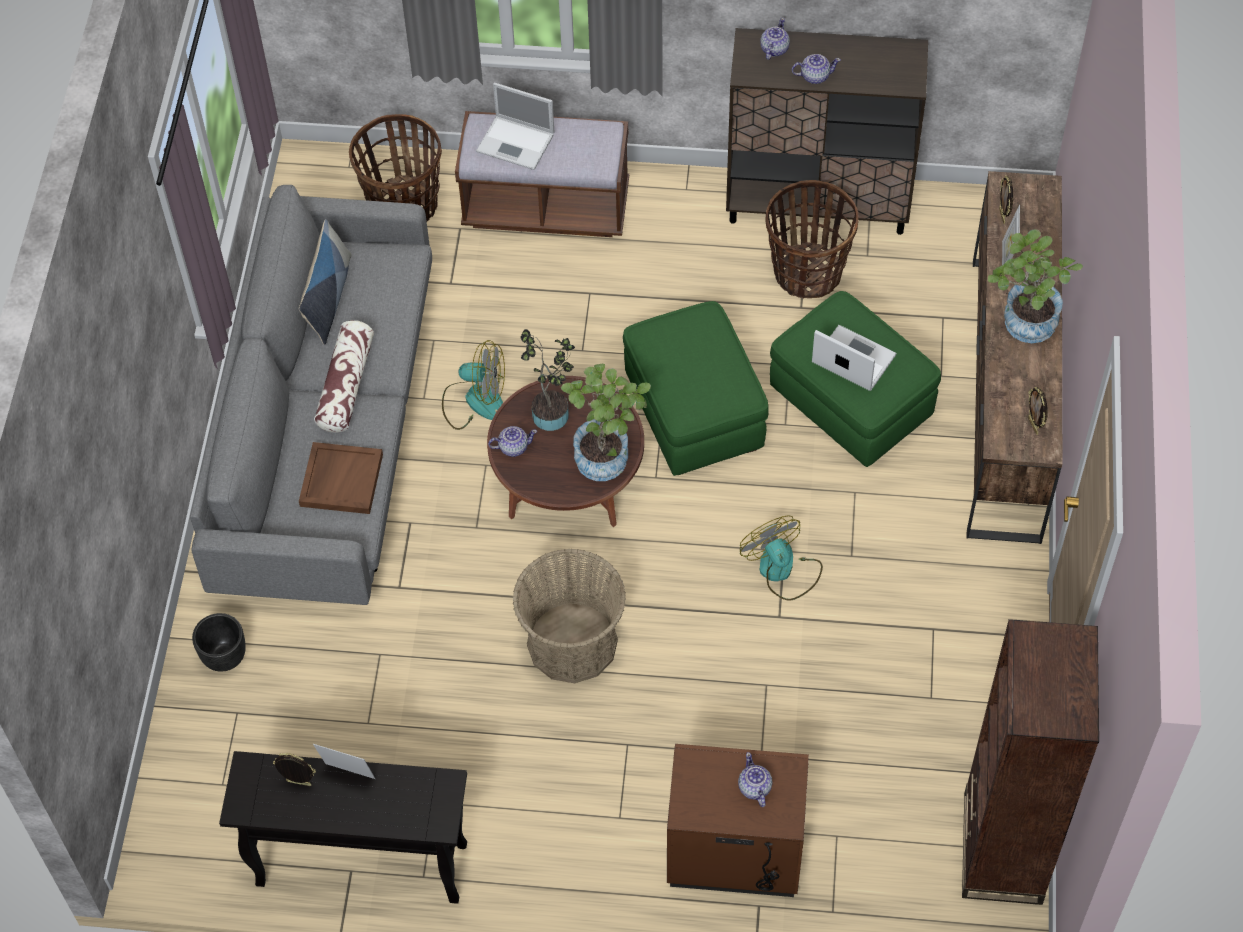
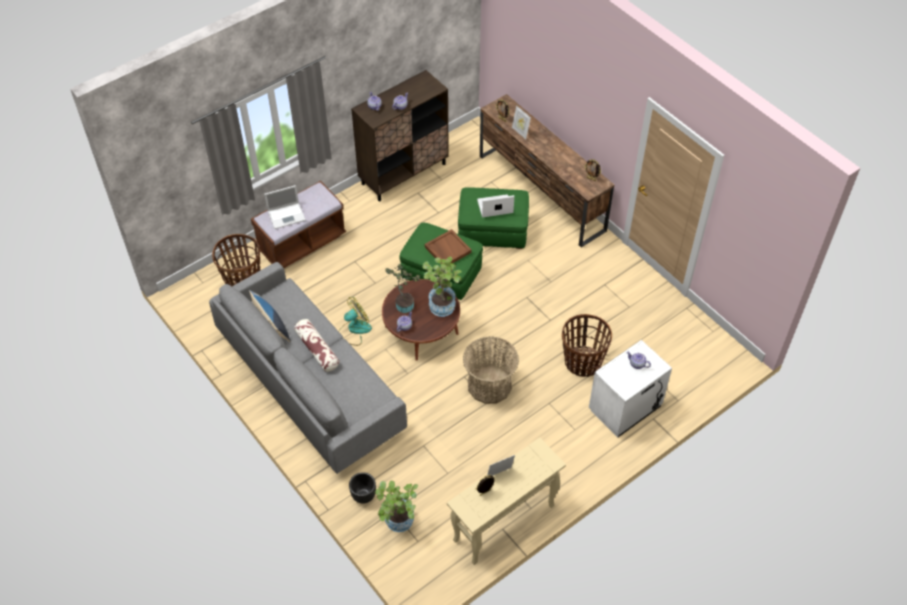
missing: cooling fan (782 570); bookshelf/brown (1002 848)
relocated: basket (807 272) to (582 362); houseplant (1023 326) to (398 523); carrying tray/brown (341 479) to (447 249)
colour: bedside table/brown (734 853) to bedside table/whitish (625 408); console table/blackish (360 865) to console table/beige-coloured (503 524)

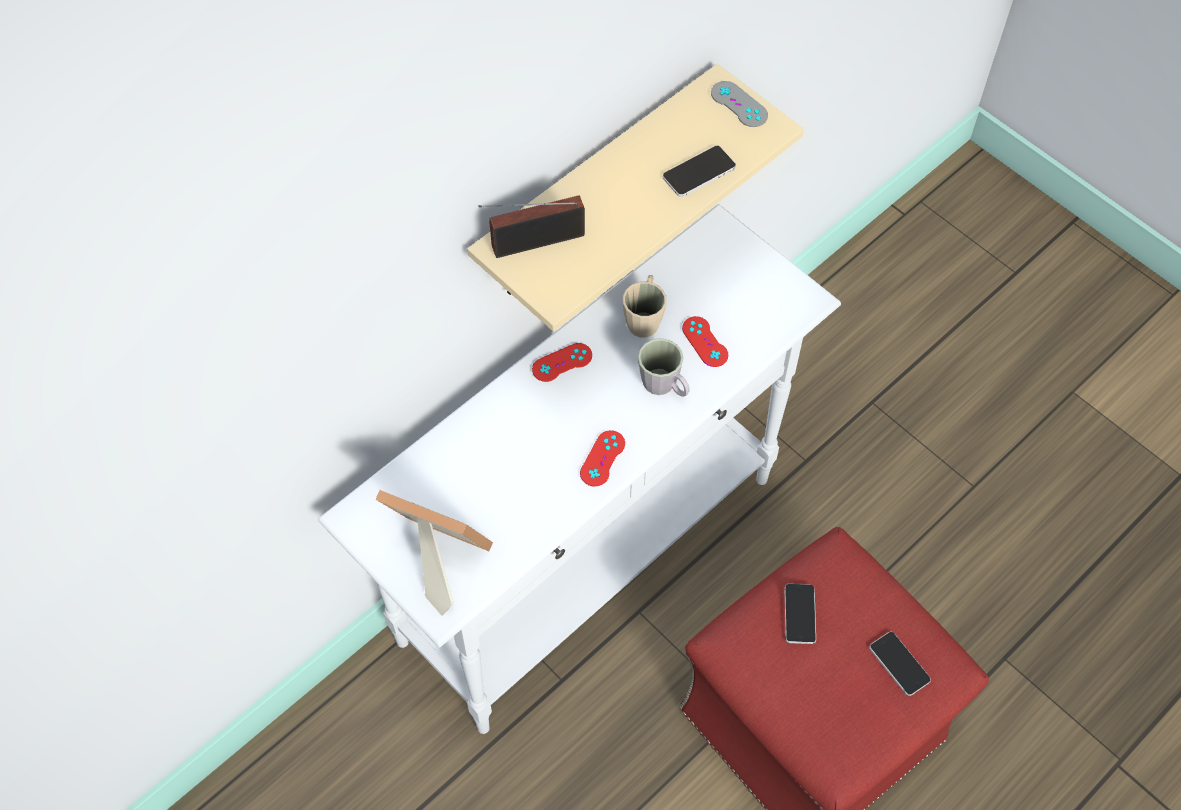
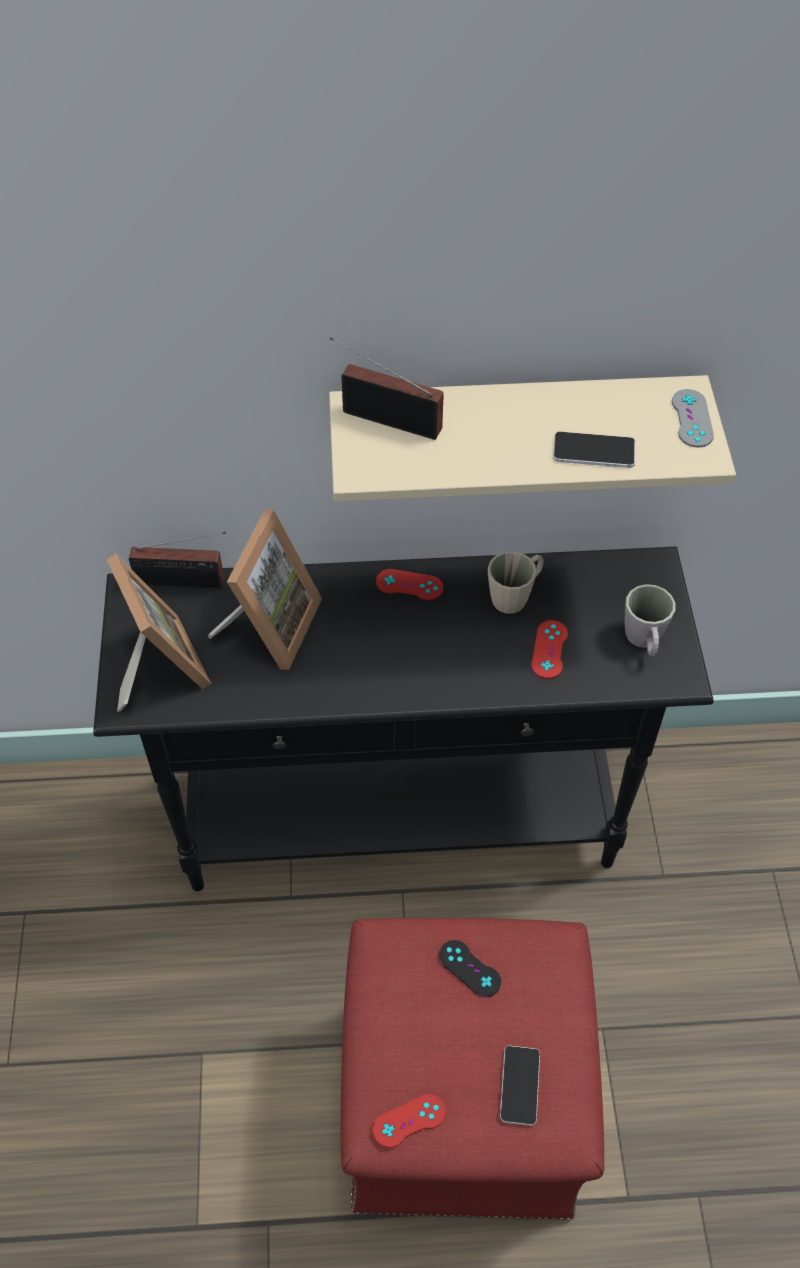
appeared: photo frame (269 625); radio set (185 583)
relocated: coffee mug/grey (664 386) to (644 641); gamepad/red-coloured (602 458) to (409 1120)
exchanged: handset (799 614) to gamepad/blackish (469 968)
colour: console table/whitish (589 559) to console table/blackish (401 819)

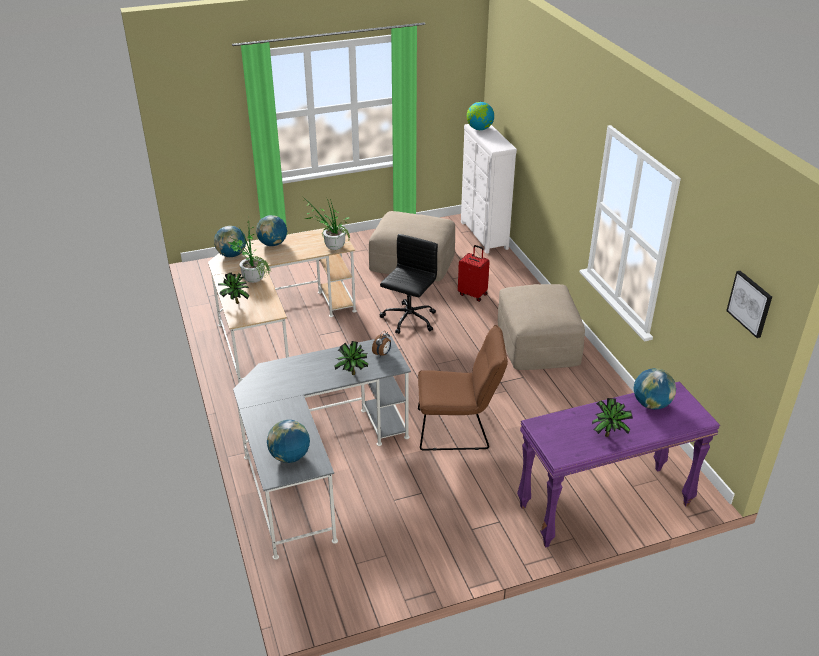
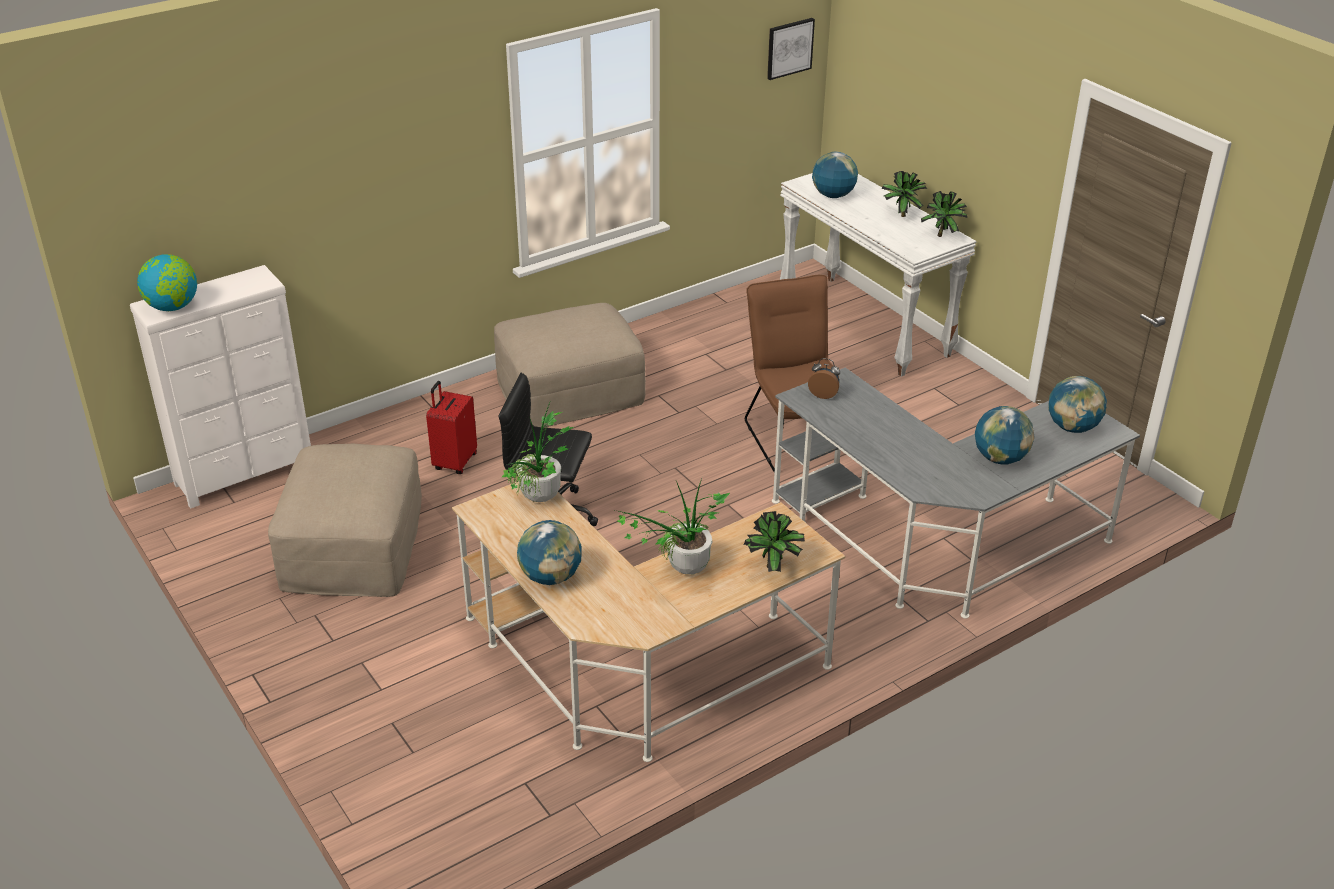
relocated: world globe (232 255) to (1000 458); houseplant (352 375) to (943 236)
colour: console table/purple-coloured (604 507) to console table/whitish (865 325)

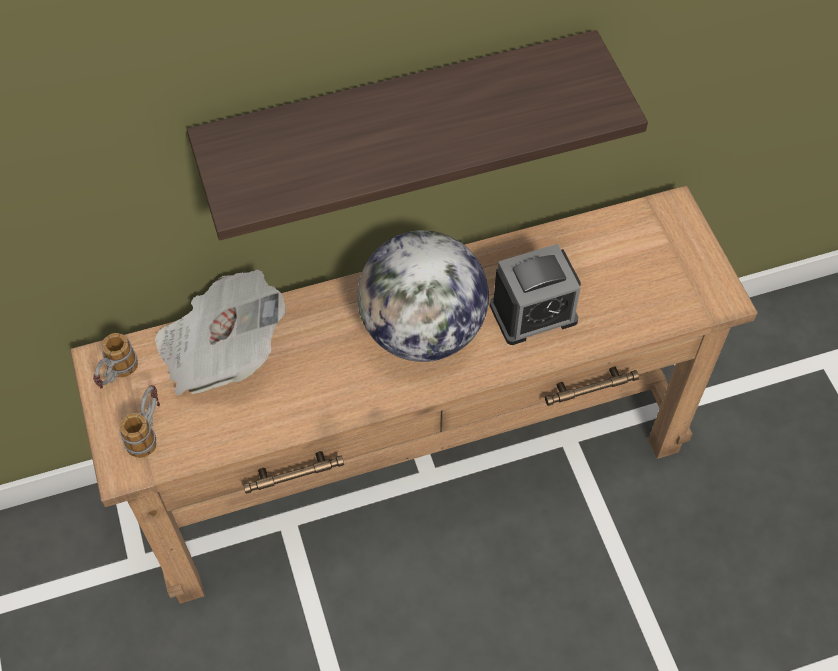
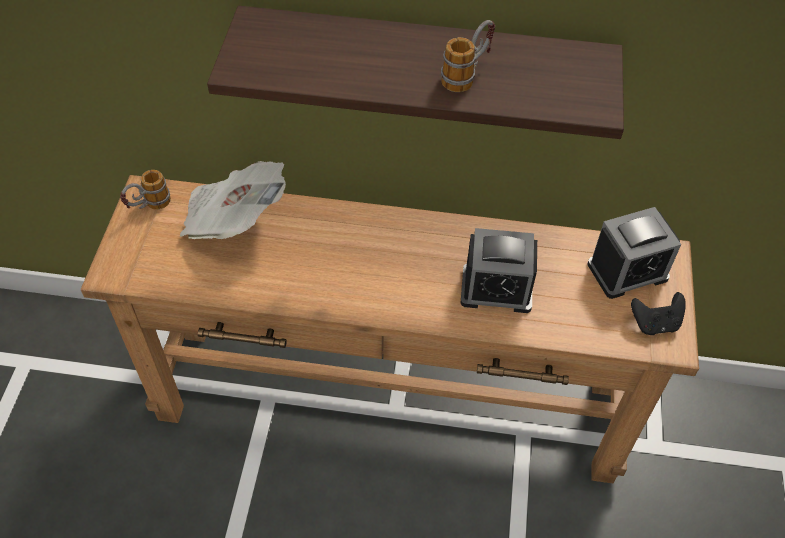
missing: world globe (423 331)
appeared: table clock (627 271); gamepad/blackish (655 323)
relocated: coffee mug (148 432) to (467 74)

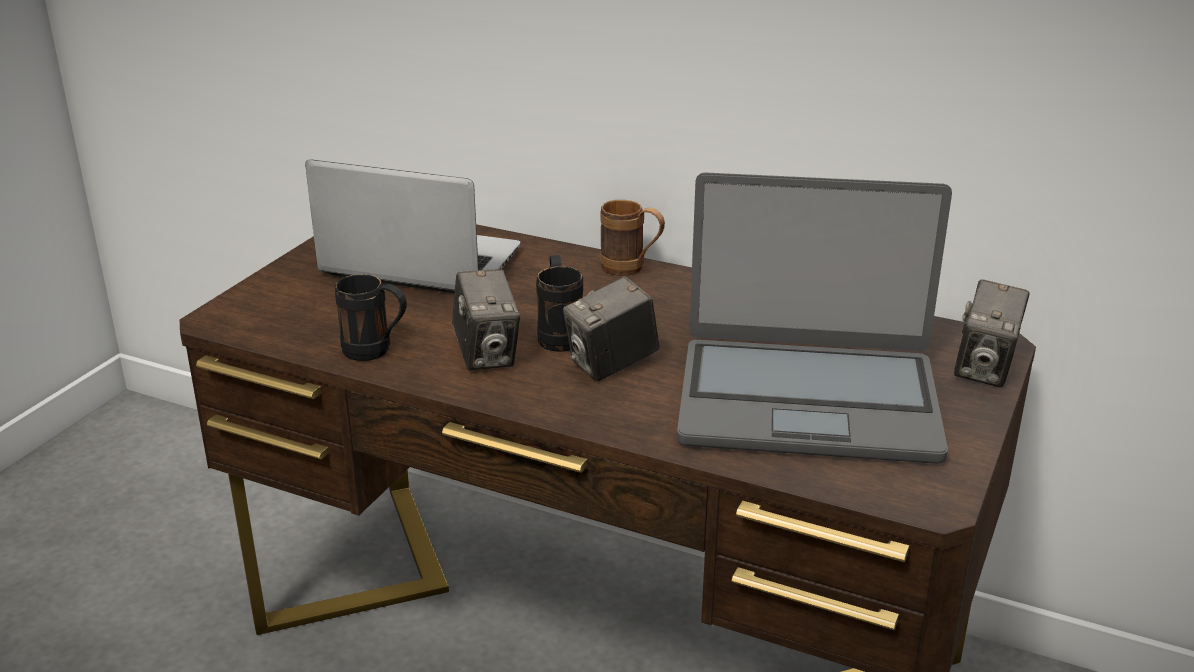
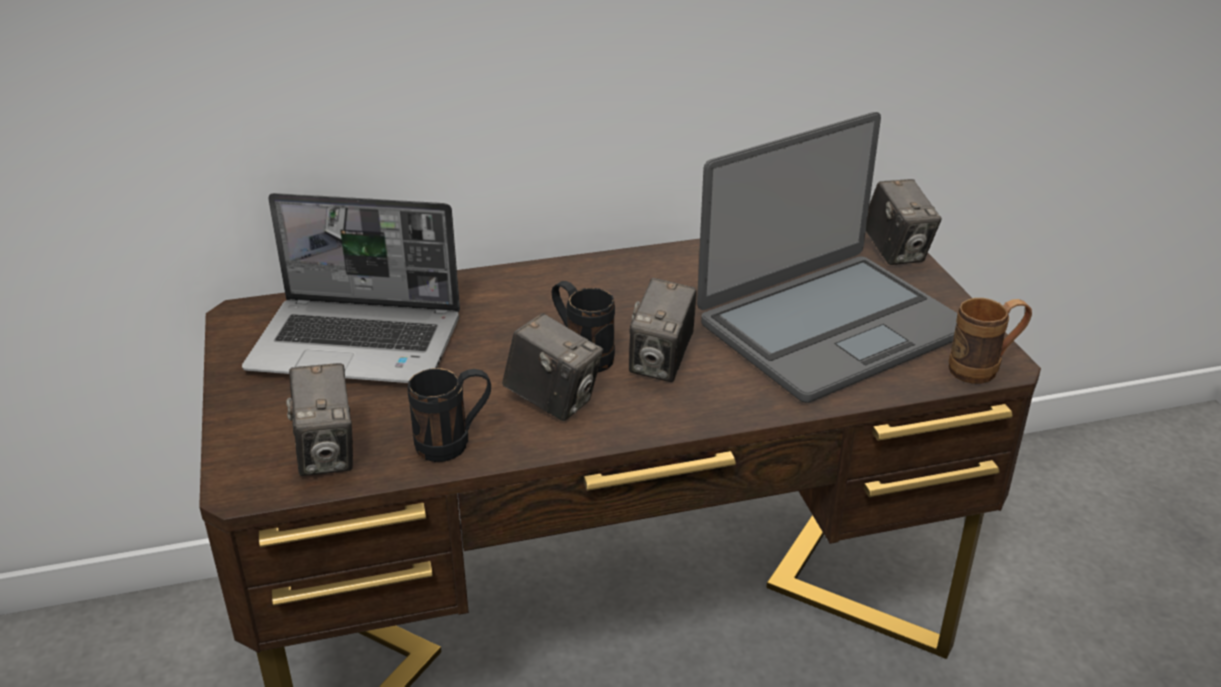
appeared: still camera (327 454)
relocated: coffee mug/brown (631 269) to (983 369)
spun: laptop (418 264) = (359 344) 150 degrees counterclockwise

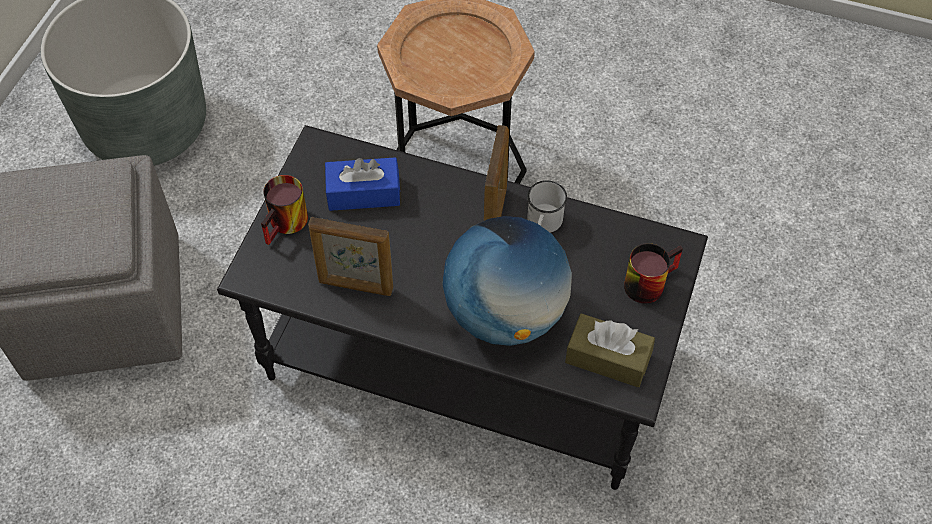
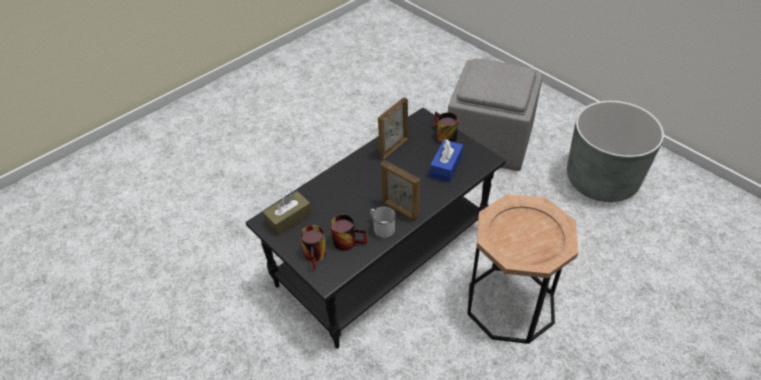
missing: world globe (505 313)
appeared: coffee mug (349 240)

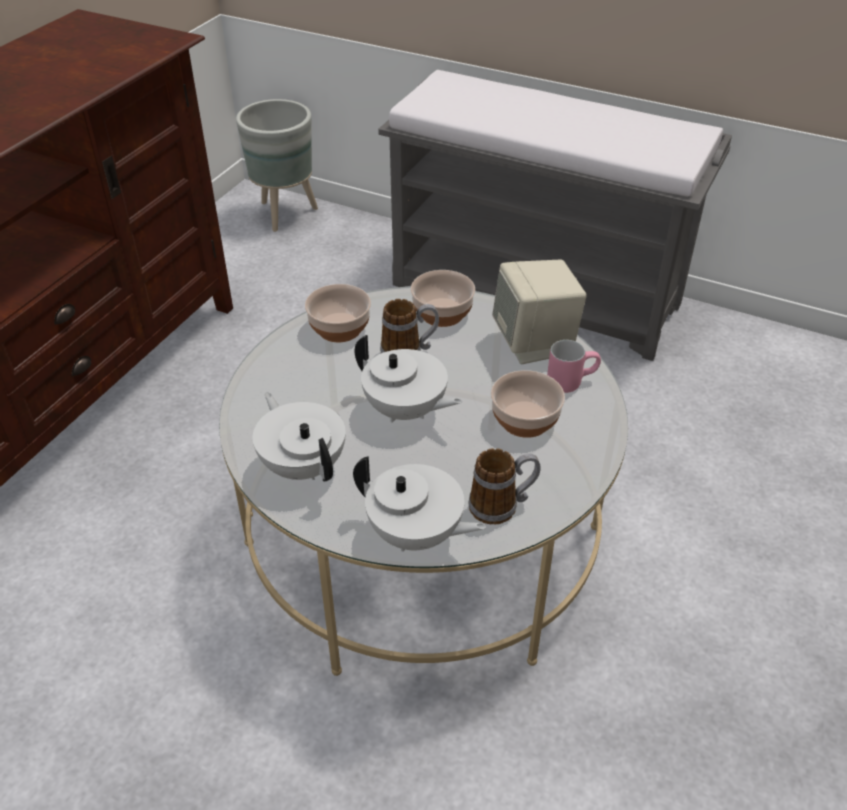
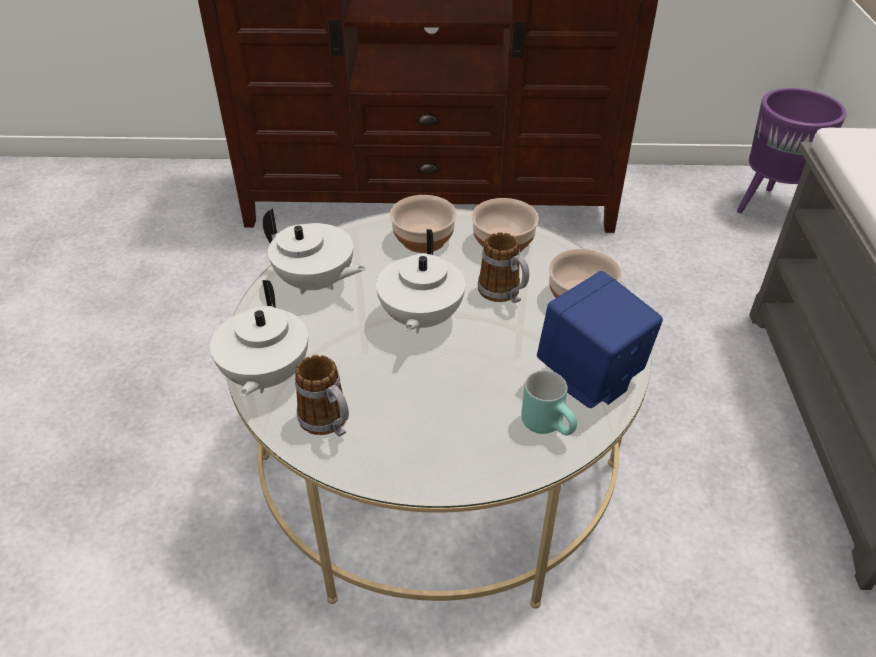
relocated: bowl (524 420) to (423 239)
colour: planter/grey (283 214) to planter/purple-coloured (767 207); audio speaker/beige-coloured (534 343) to audio speaker/blue-coloured (590 379); coffee mug/pink (570 380) to coffee mug/turquoise-coloured (550 425)
spun: pot for tea/whitish (303 465) = (316 283) 90 degrees clockwise

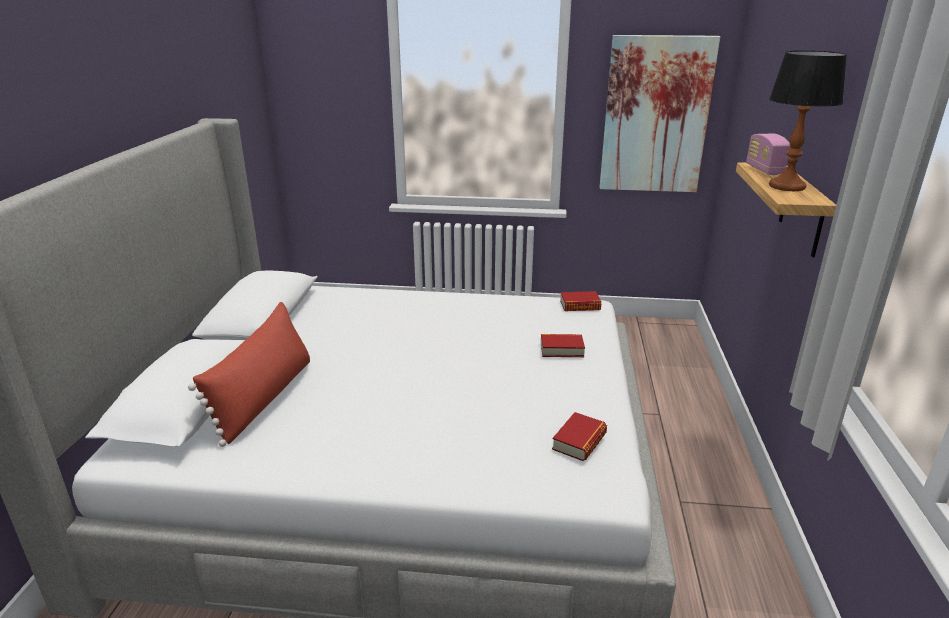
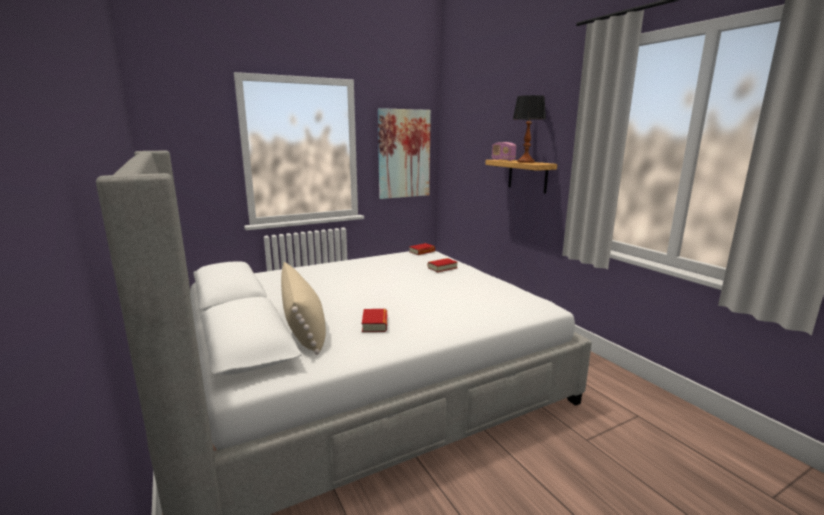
relocated: bound book (579 441) to (375 324)
colour: pillow/red-coloured (264 398) to pillow/beige-coloured (304 327)

